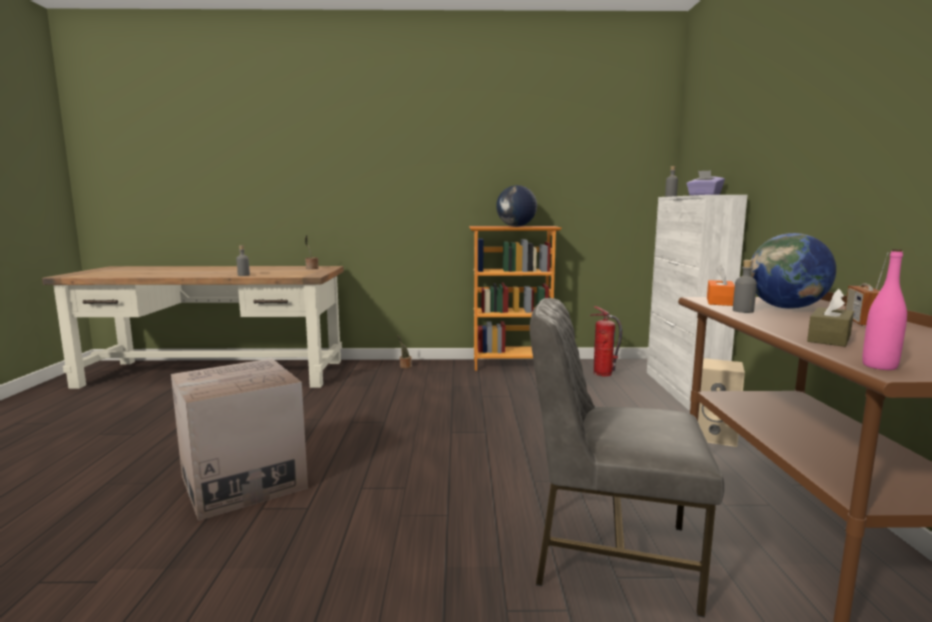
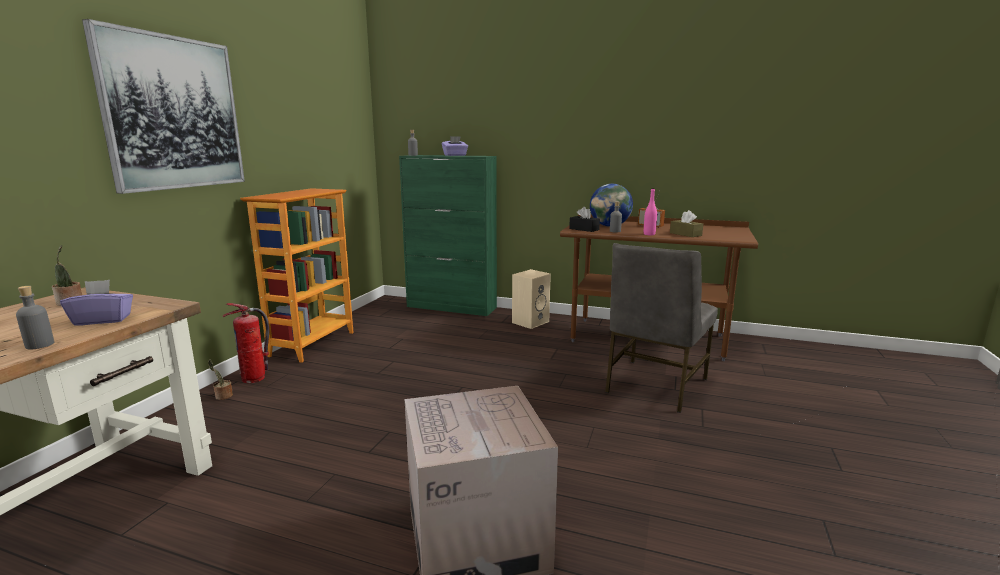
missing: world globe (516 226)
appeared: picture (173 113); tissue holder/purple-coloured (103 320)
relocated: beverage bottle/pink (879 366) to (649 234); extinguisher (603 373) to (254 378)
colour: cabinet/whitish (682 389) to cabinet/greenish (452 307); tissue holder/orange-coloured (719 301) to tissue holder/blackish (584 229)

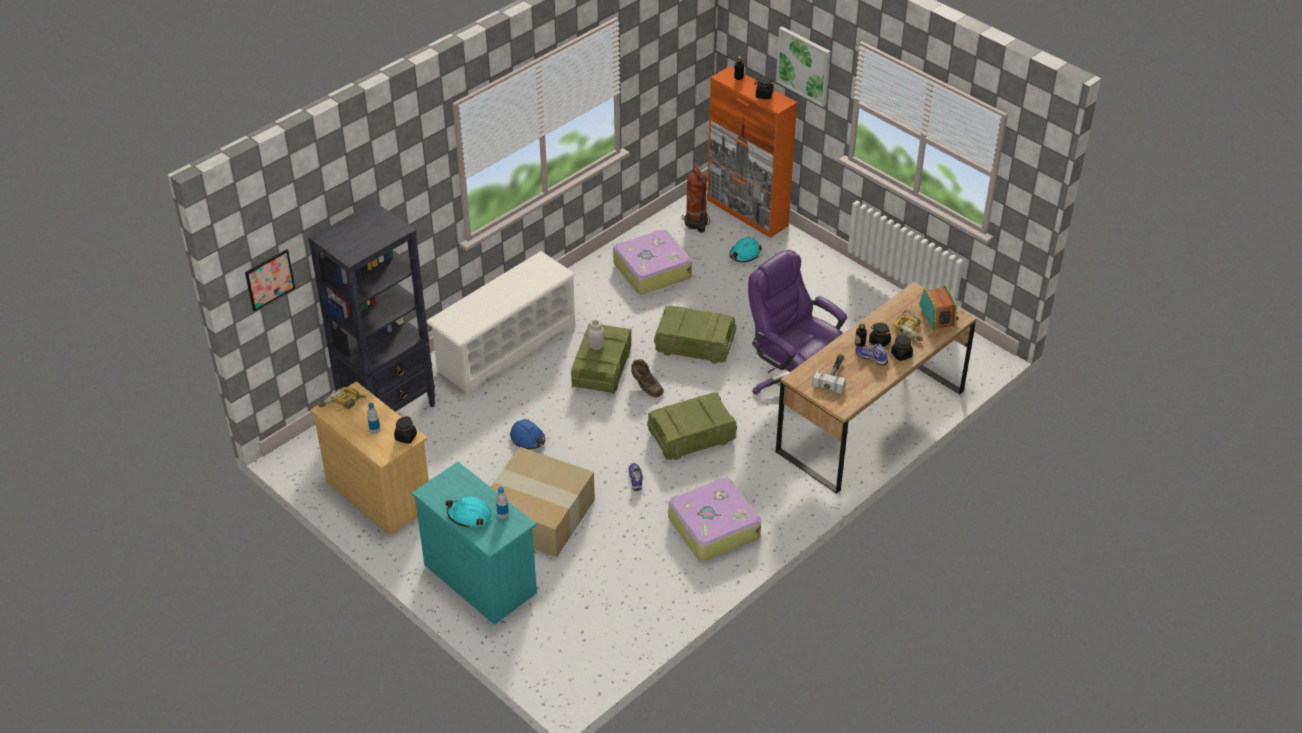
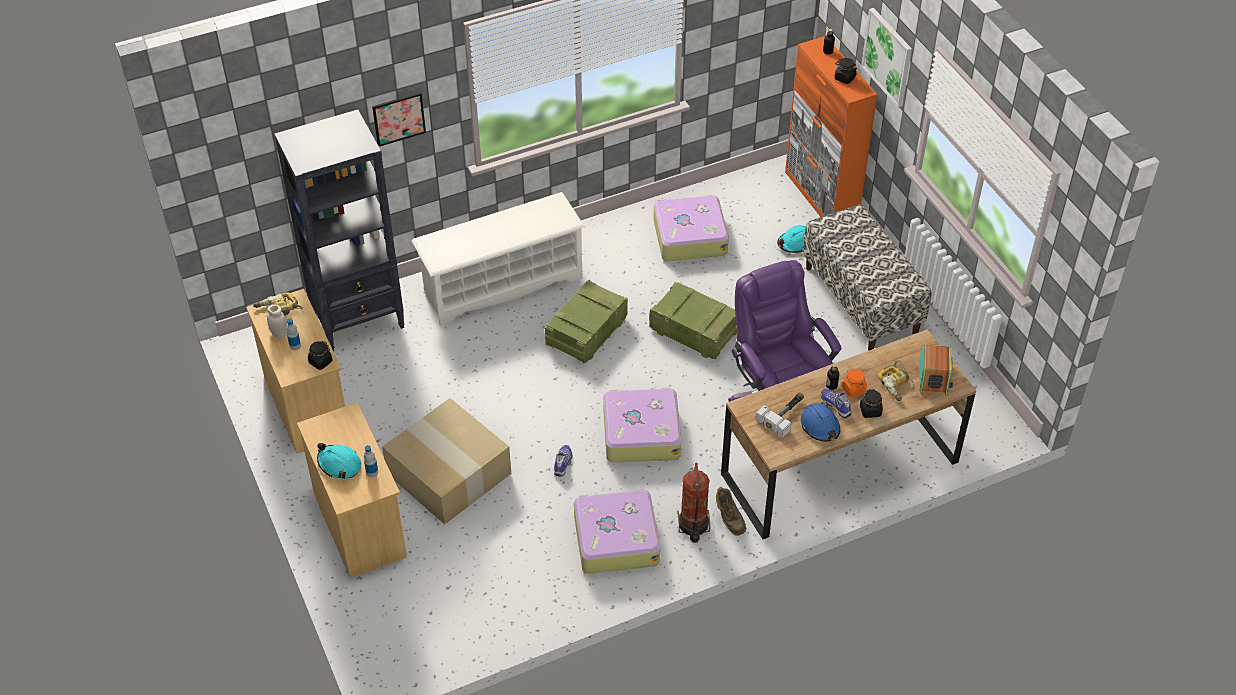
appeared: bench (861 300)
relocated: extinguisher (696 223) to (693 526); picture (269 279) to (399 118); preserve jar/whitish (596 346) to (279 334); boot/brown (645 387) to (728 519); safety helmet/blue-coloured (528 439) to (820 426)
exchanged: shipping crate (690 437) to suitcase (640 433)
colour: preserve jar/blackish (879 342) to preserve jar/orange-coloured (853 389); chest of drawers/turquoise-coloured (479 578) to chest of drawers/beige-coloured (359 524)

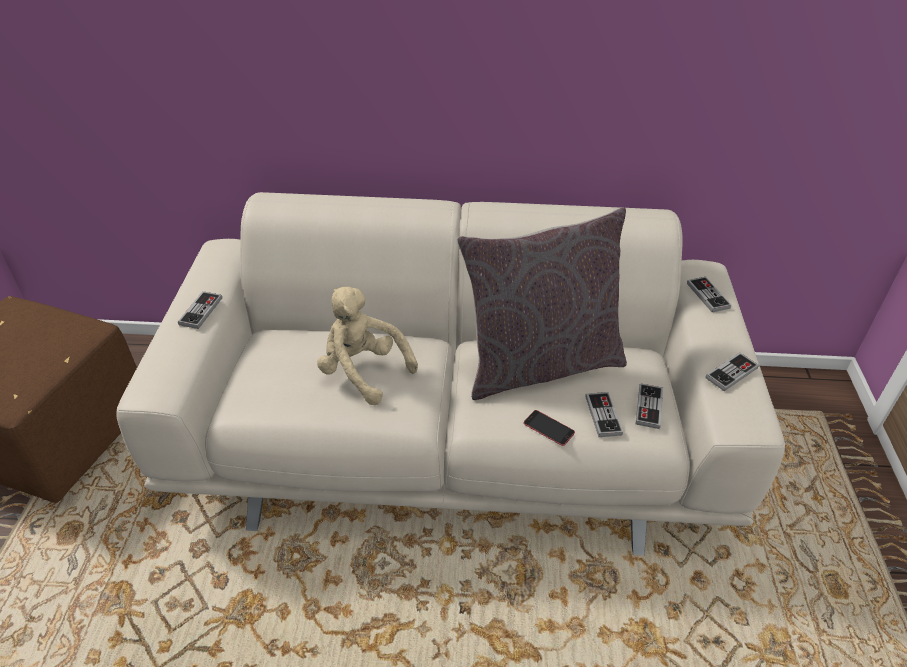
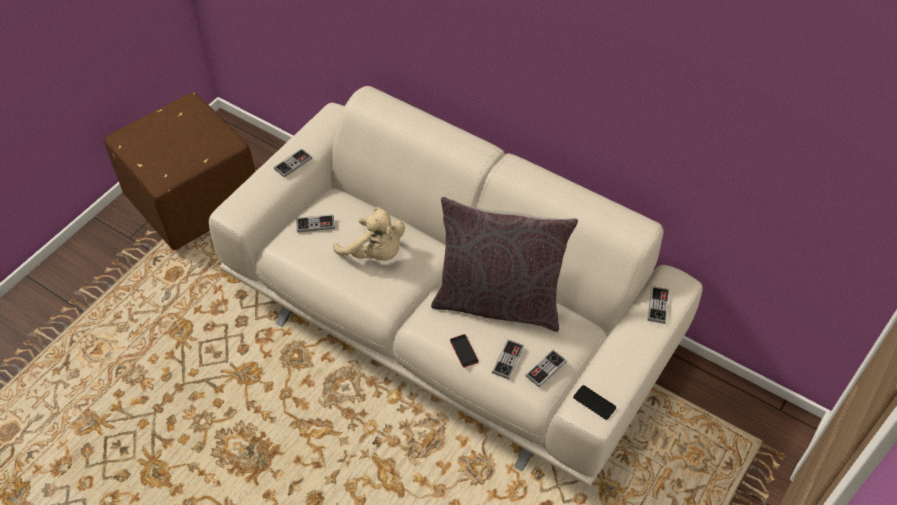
appeared: handset (594 402)
relocated: gamepad (731 373) to (315 224)
spun: plush toy/beige-coloured (363 371) = (375 253) 150 degrees clockwise

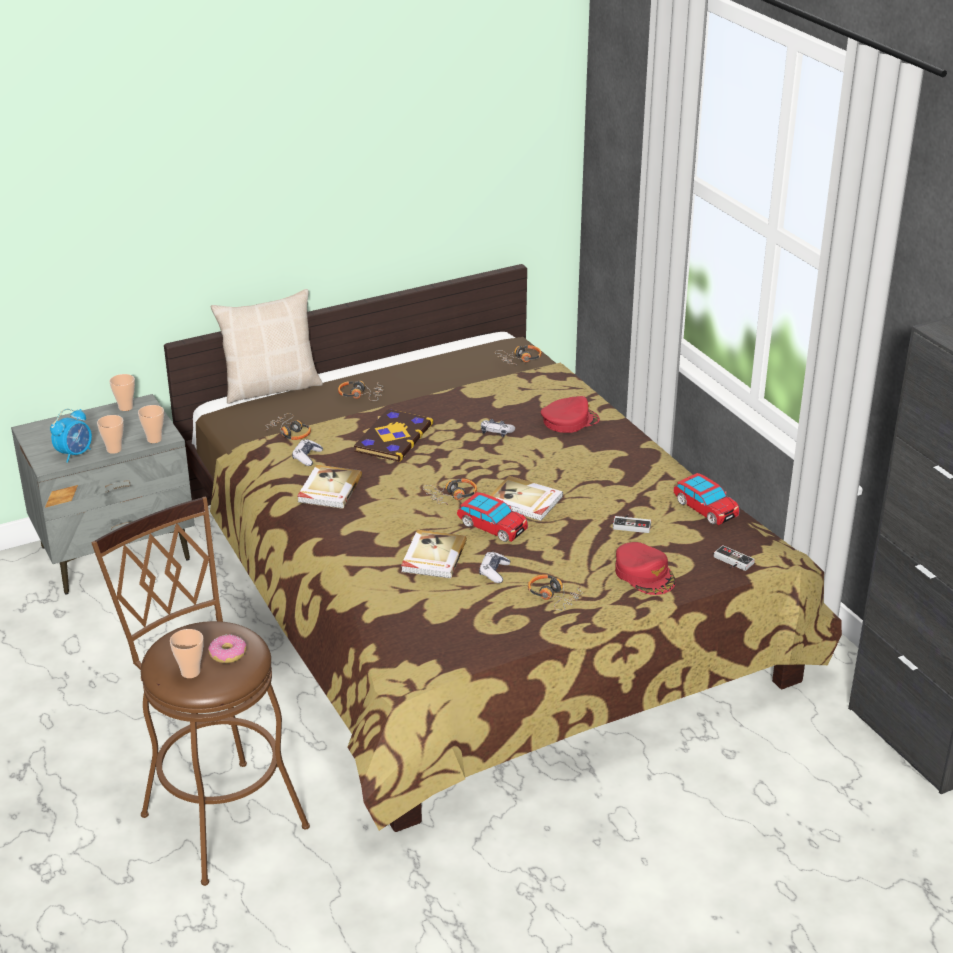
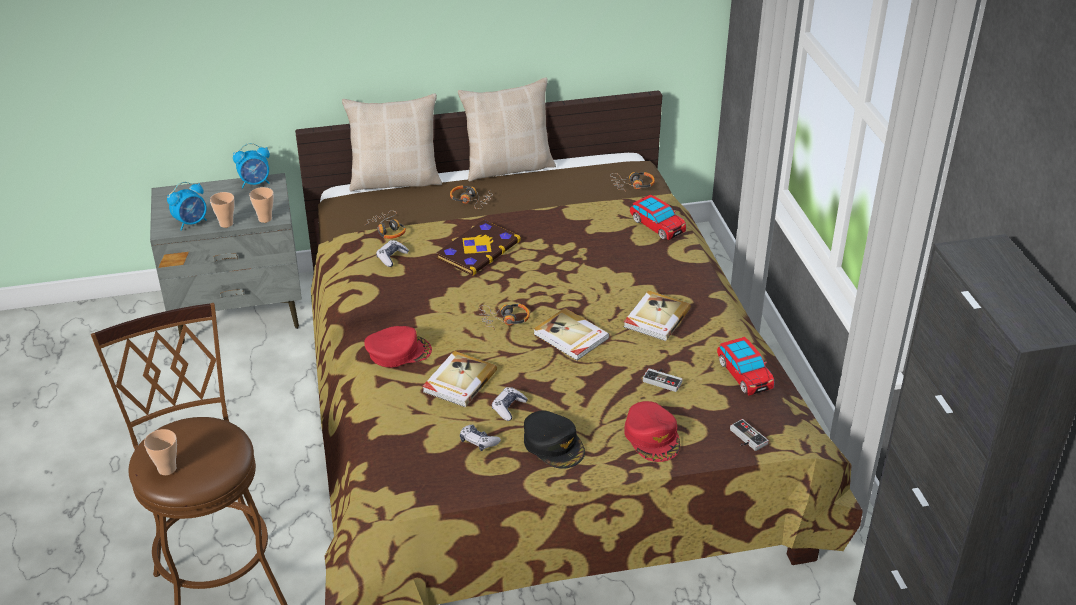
missing: ring doughnut (227 654)
appeared: pillow/beige-coloured (508 167)
relocated: peaked cap/red-coloured (569 420) to (398 351); gamepad (496 432) to (478 442); bound book (328 489) to (655 318); toy car (492 527) to (657 225)
exchanged: cup (125 407) to table clock (255 183); pair of headphones (553 596) to peaked cap/blackish (554 444)

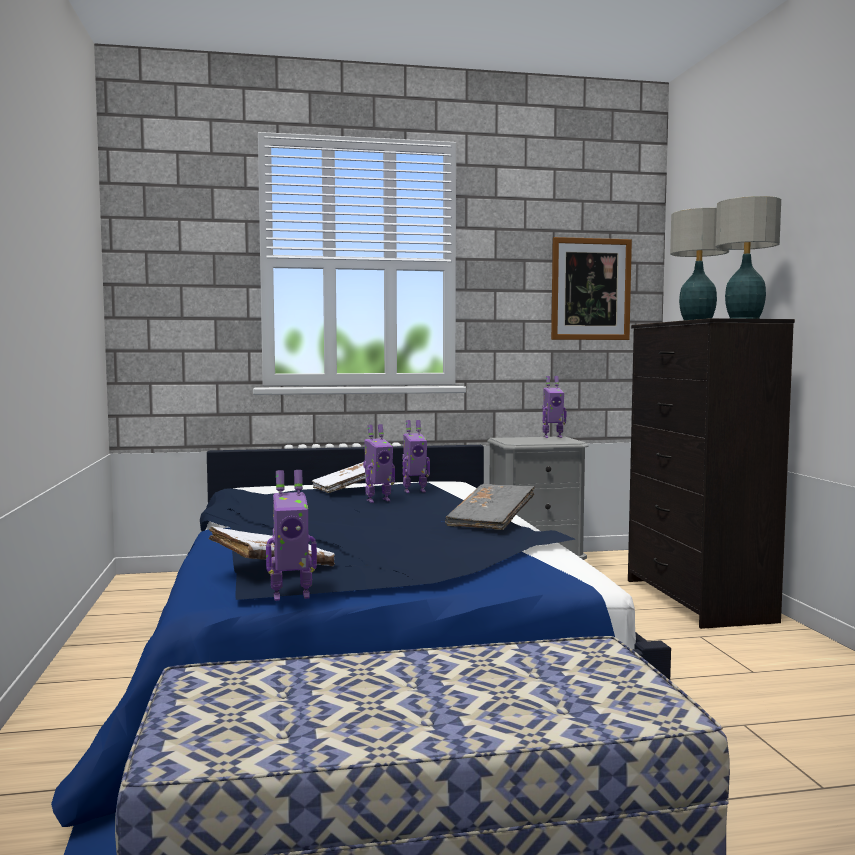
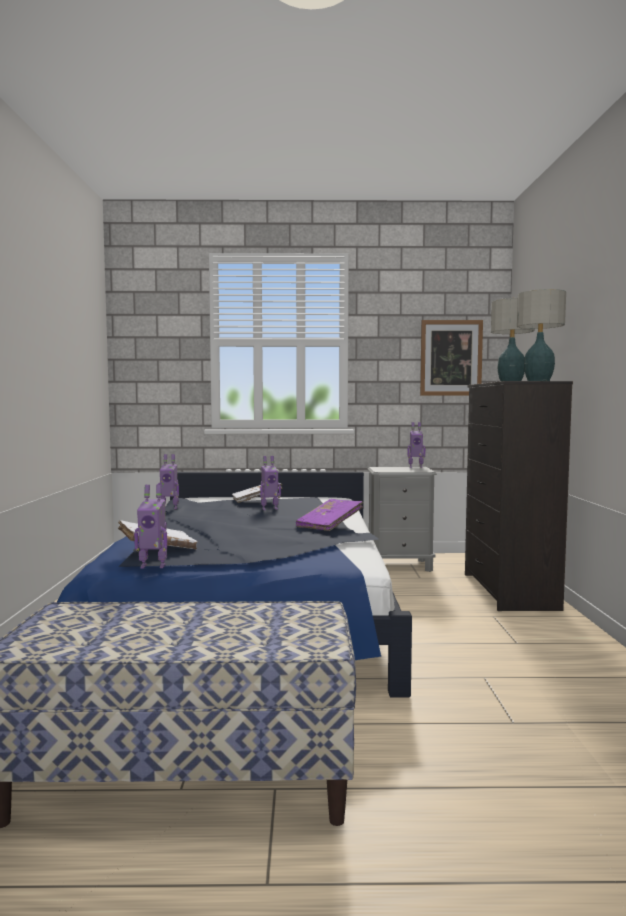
relocated: robot figure (414 491) to (169 508)
colour: bound book/grey (491 522) to bound book/purple-coloured (329 525)

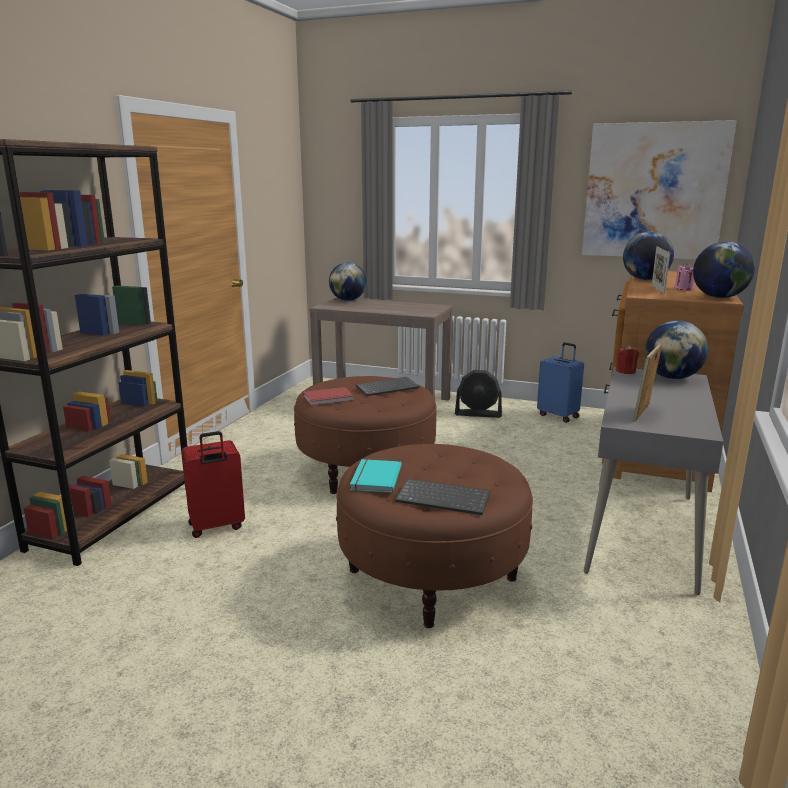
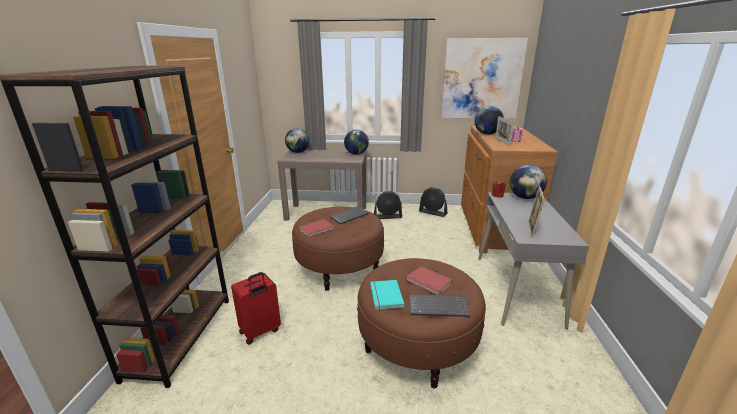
appeared: bound book/red-coloured (428 282)
relocated: world globe (719 297) to (356 154)
exchanged: suitcase/blue-coloured (558 416) to cooling fan/blackish (433 212)

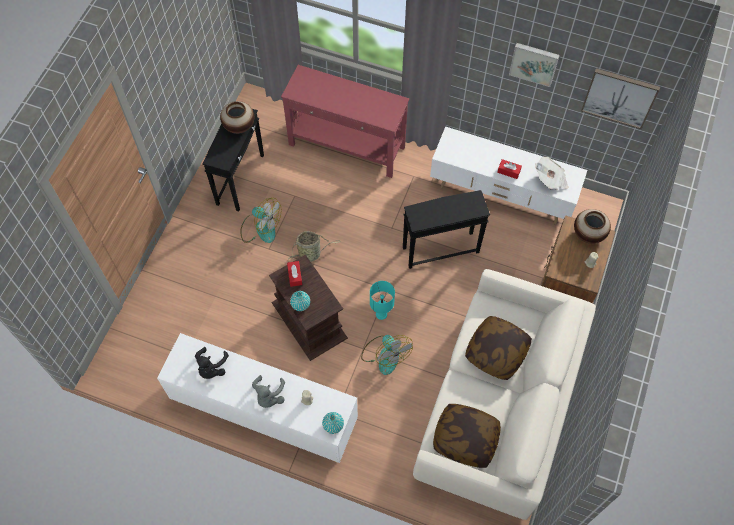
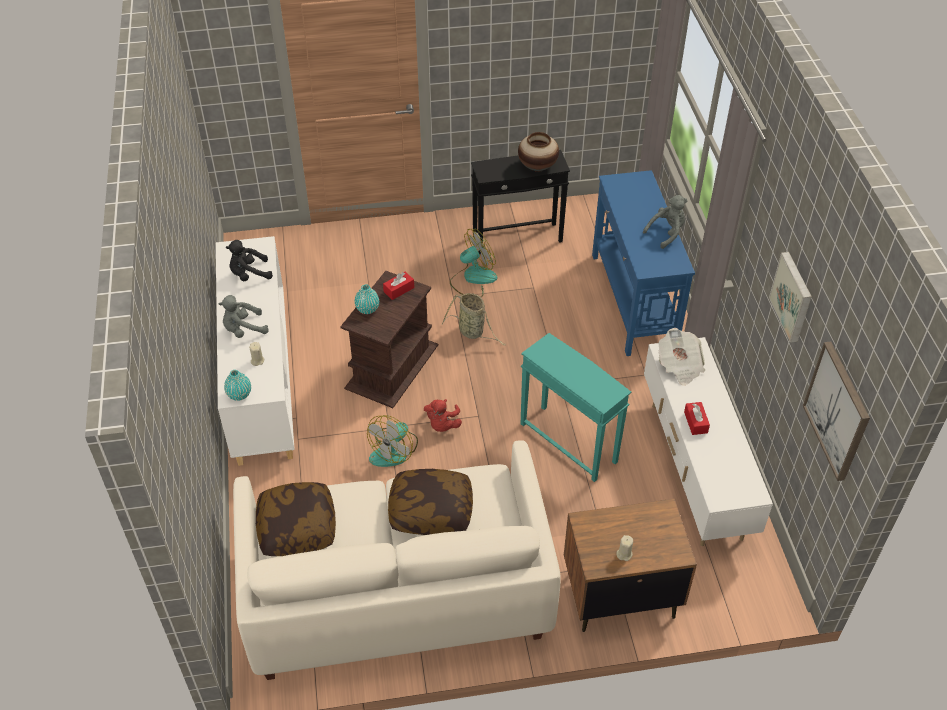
missing: decorative vase (588 234)
appeared: plush toy/grey (666 233)
relocated: printed paper (550 180) to (680 366)
exchanged: table lamp/turquoise-coloured (381 314) to plush toy/red-coloured (442 425)
colour: console table/red-coloured (347 146) to console table/blue-coloured (633 301); accent table/blackish (440 249) to accent table/turquoise-coloured (568 442)
spun: cooling fan (260 228) = (473 279) 120 degrees counterclockwise

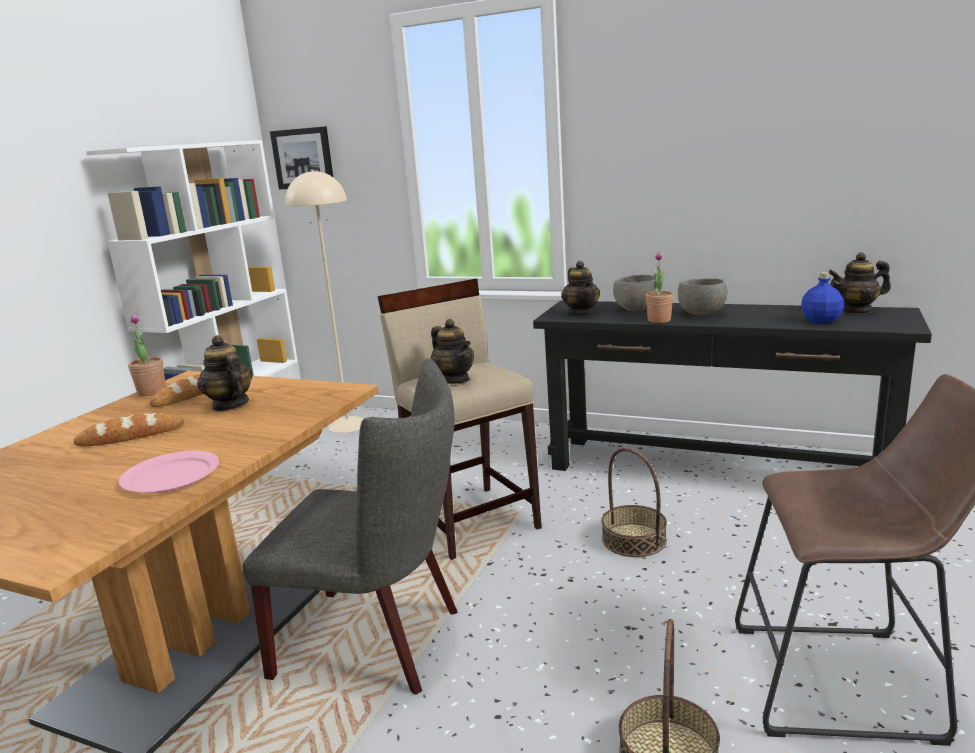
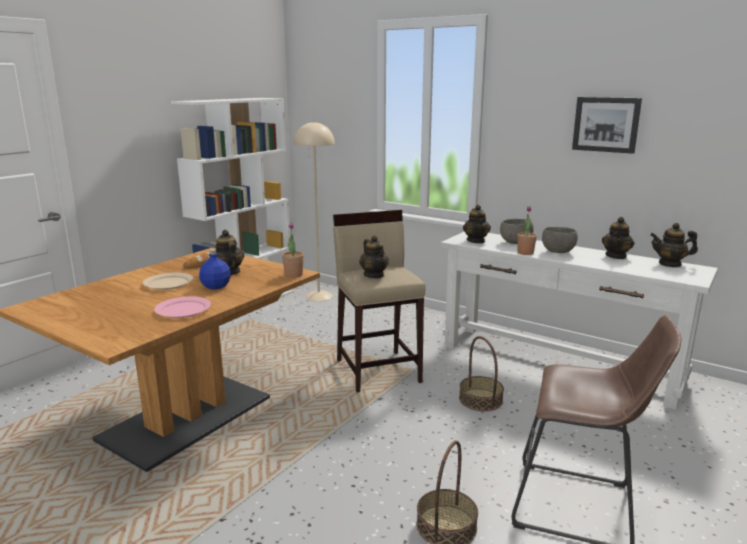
missing: upright chair/grey (380 642)
appeared: pot for tea (616 256)
relocated: picture (303 158) to (606 124); beverage bottle/blue-coloured (820 320) to (215 286); houseplant (152 392) to (293 274)
exchanged: bakery bread (131 436) to flat dish/beige-coloured (168 283)
colour: console table/blackish (714 469) to console table/whitish (557 363)

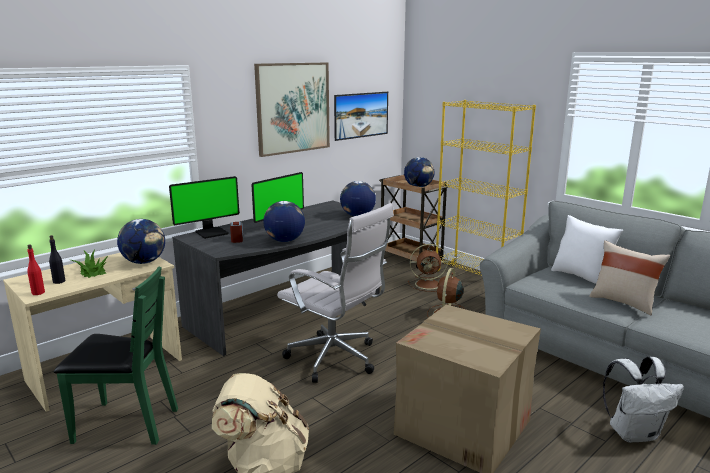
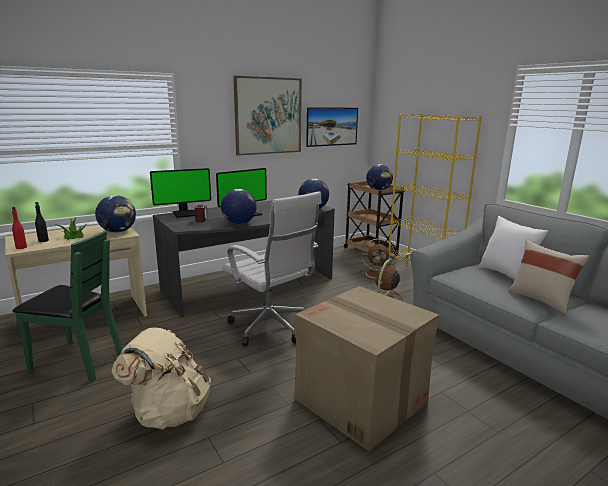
missing: knapsack/whitish (634 433)

